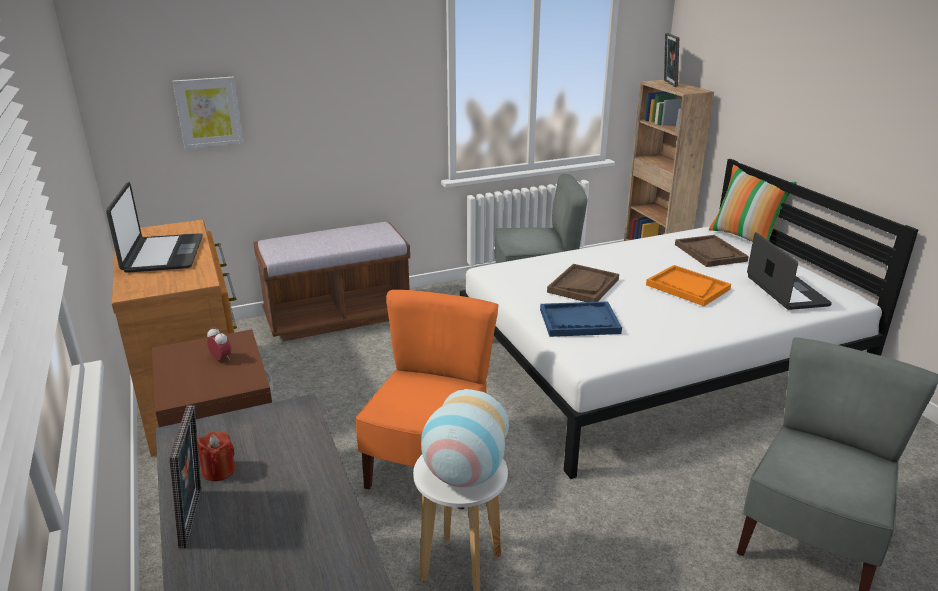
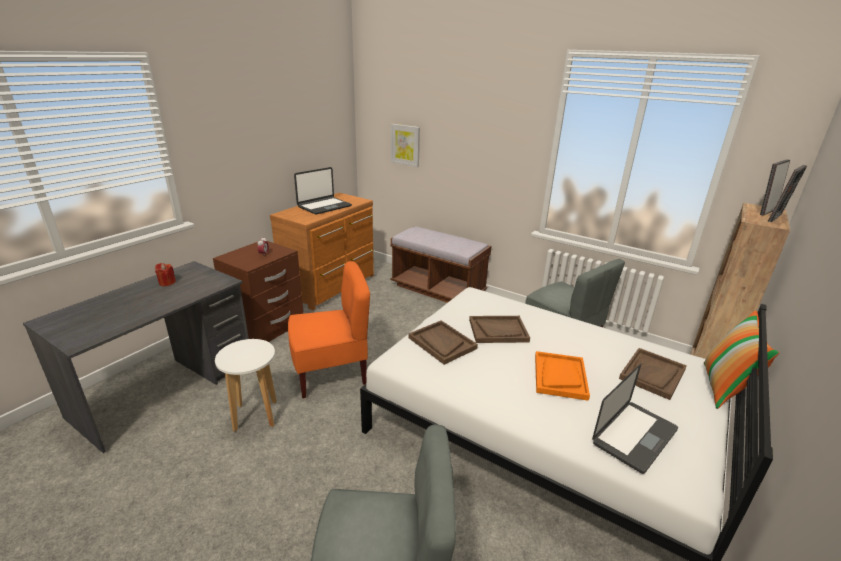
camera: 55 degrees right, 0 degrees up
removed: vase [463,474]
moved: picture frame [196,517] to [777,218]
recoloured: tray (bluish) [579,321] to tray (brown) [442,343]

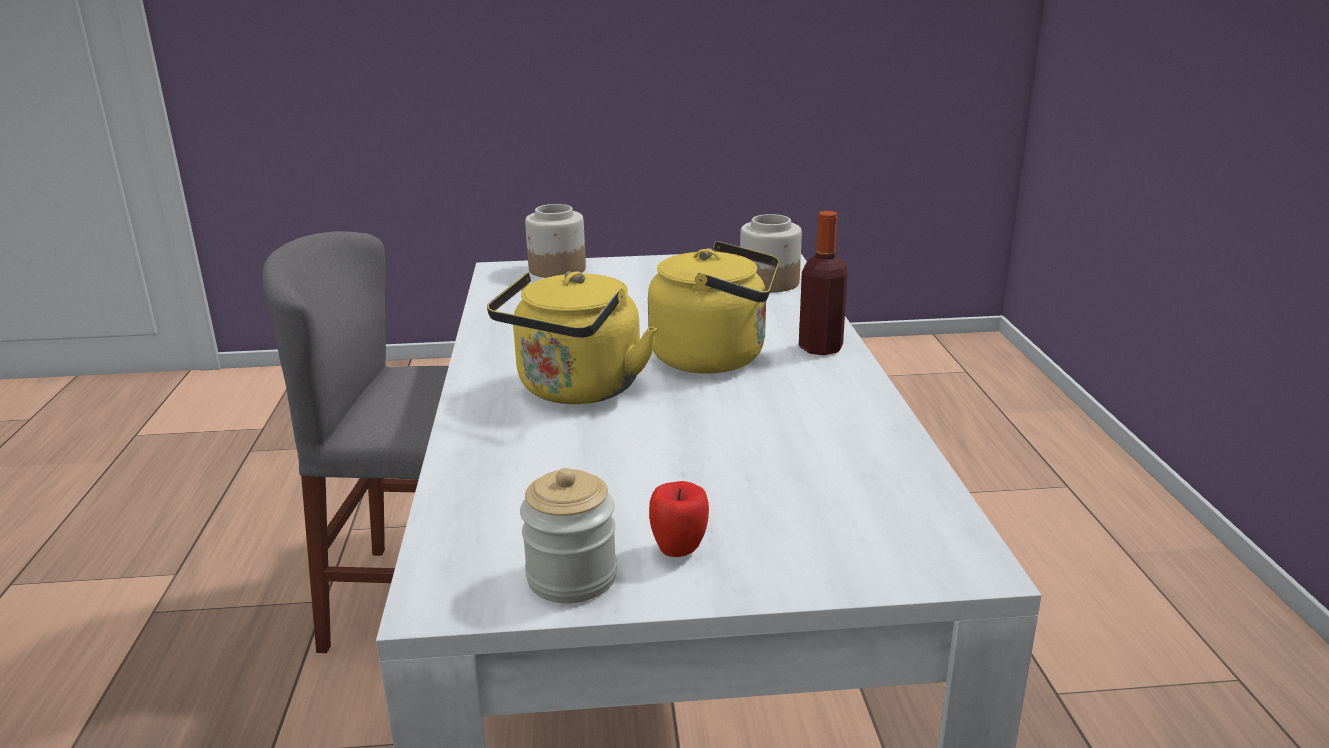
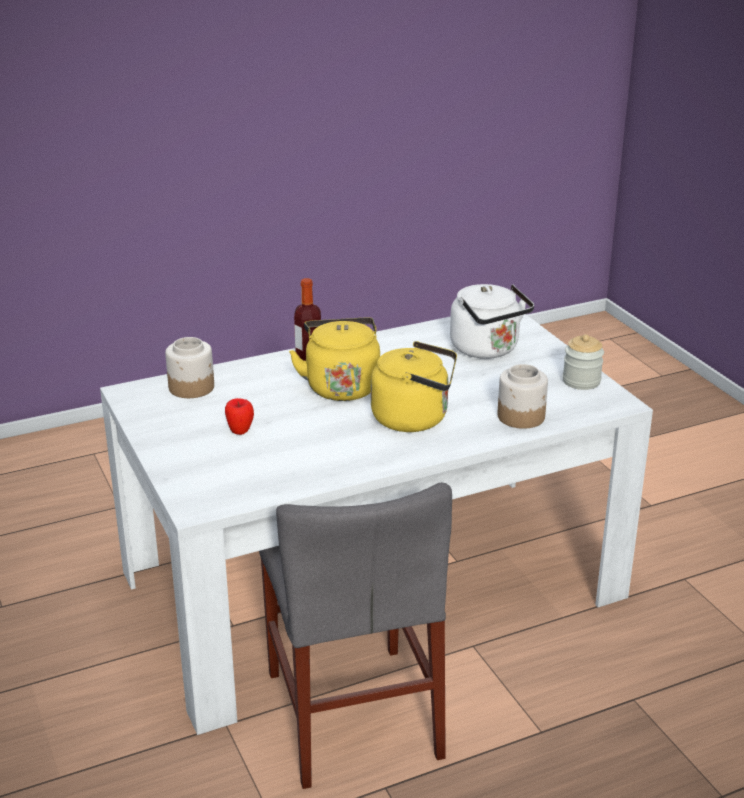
camera: 110 degrees left, 5 degrees up
added: kettle (whitish) [487,350]
moved: jar [557,269] to [521,417]; apple fruit [679,551] to [240,431]

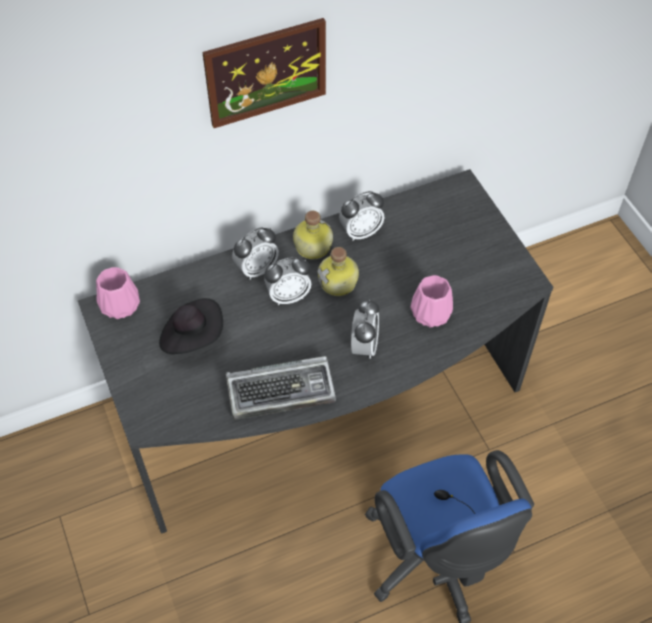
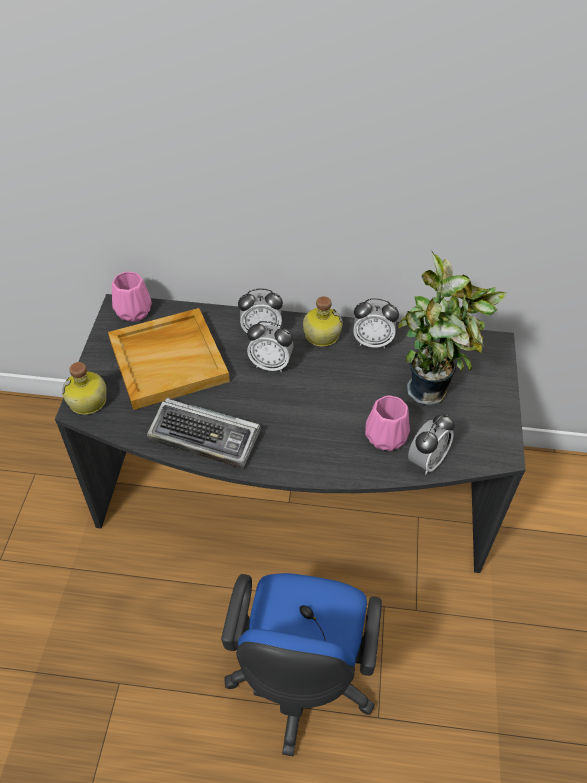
camera: 30 degrees right, 5 degrees down
removed: wall art [266,72]
added: potted plant [432,391]
moved: beverage bottle [339,283] to [88,402]; bedside clock [364,346] to [427,461]
replaced: wearable hat (black) [193,336] to tray (sand-coloured) [169,360]

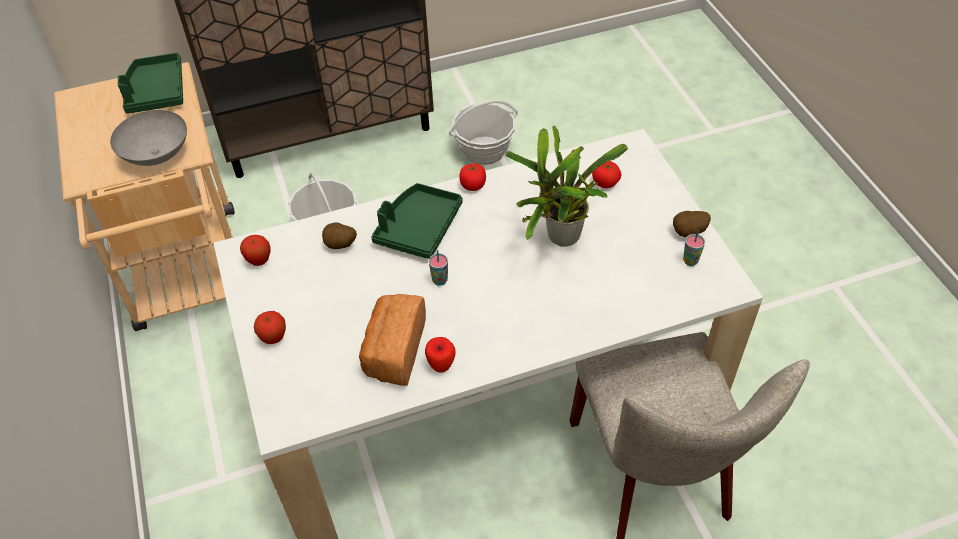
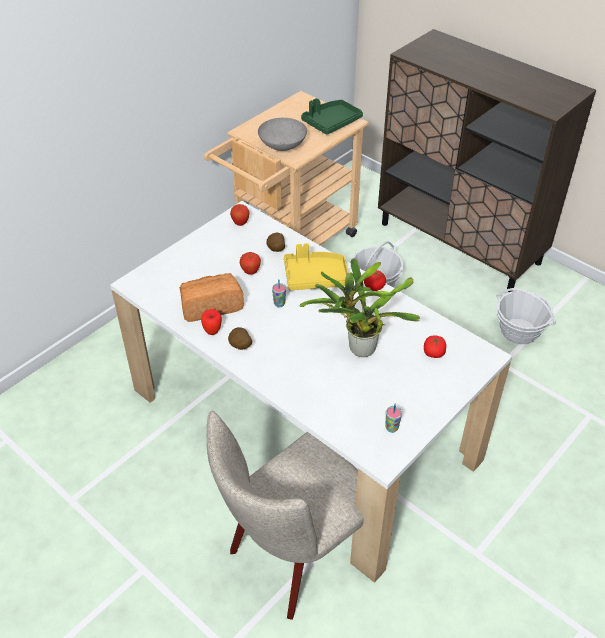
camera: 60 degrees right, 5 degrees down
moved: apple fruit [273,338] to [250,272]; potato [689,233] to [240,347]
recoloured: tray (green) [418,228] to tray (yellowish) [315,277]

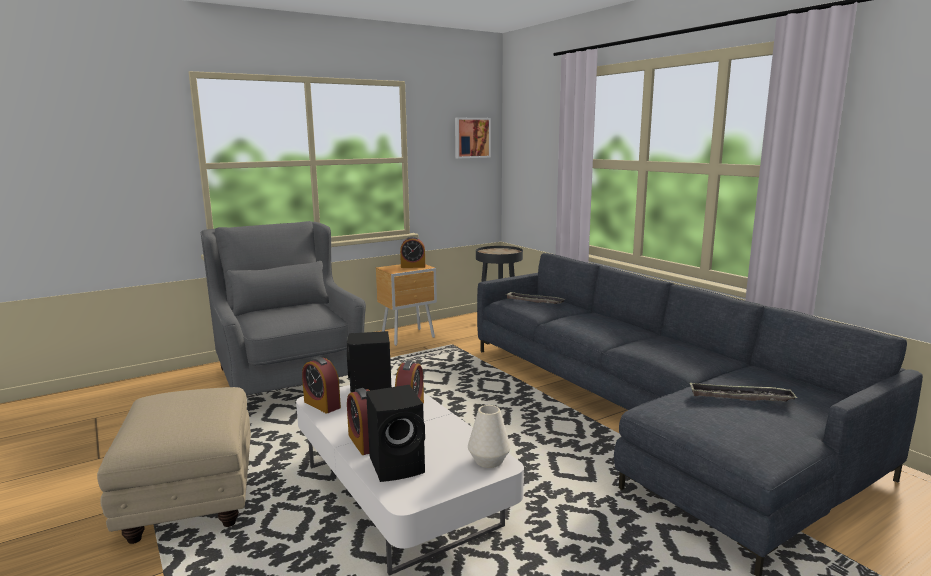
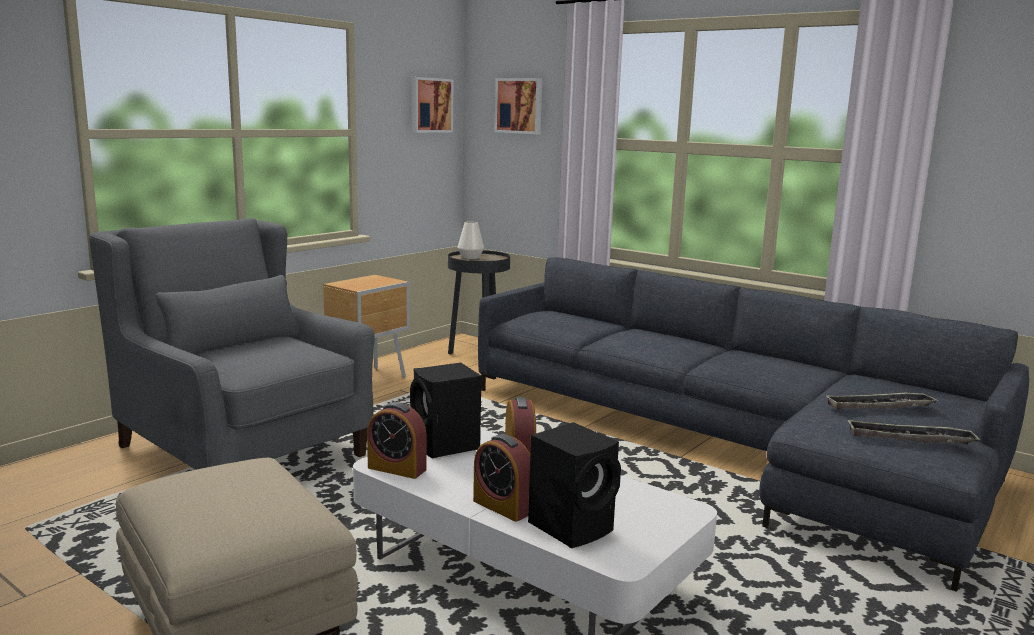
camera: 20 degrees left, 0 degrees up
removed: bedside clock [413,266]
added: wall art [519,106]
moved: vase (whitish) [488,461] to [470,257]; tray [534,301] to [910,439]

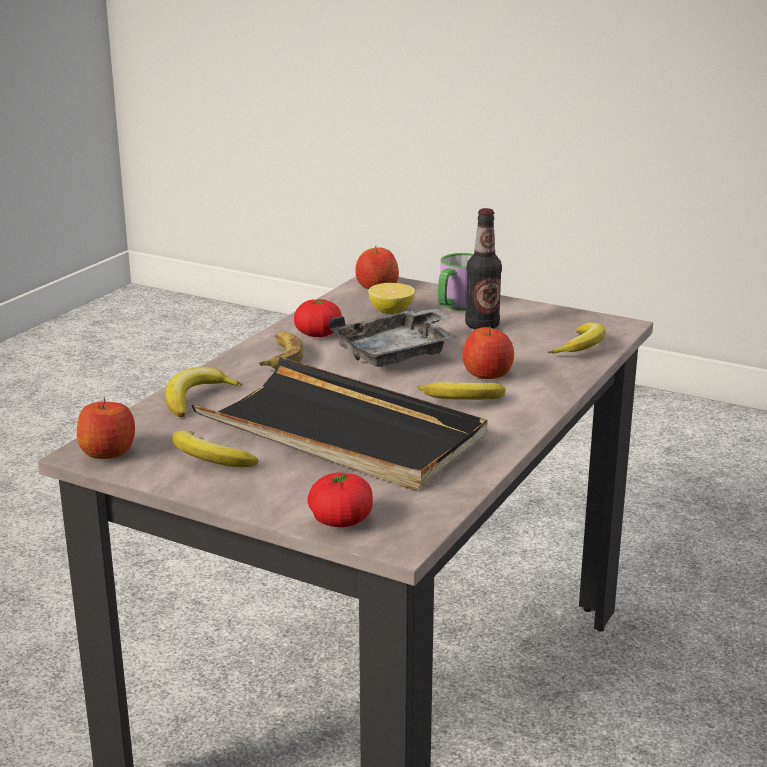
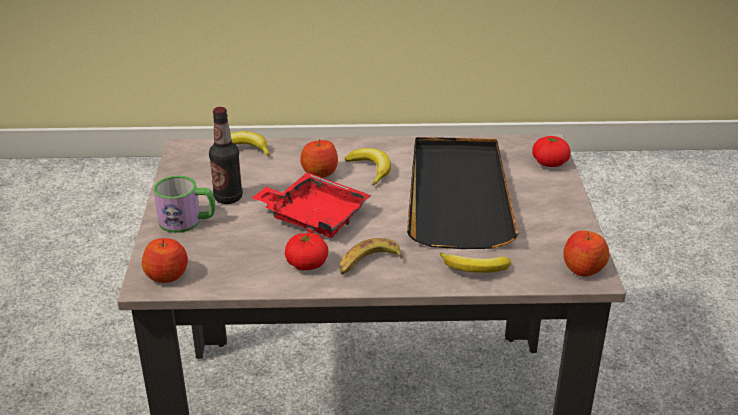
camera: 120 degrees left, 10 degrees up
removed: whole banana [209,459]; lemon [391,311]
recoloured: tray (gray) [397,353] to tray (red-coloured) [314,216]

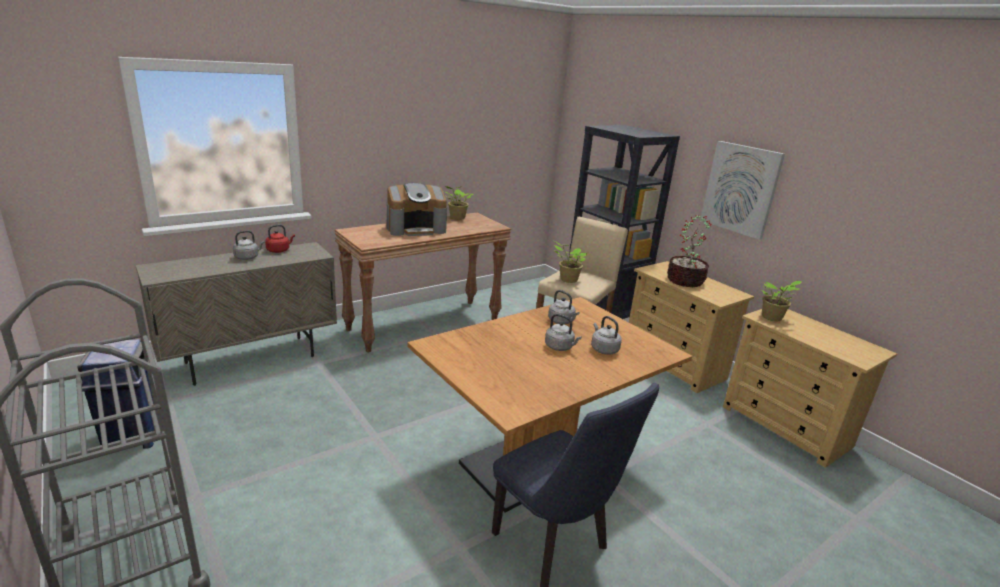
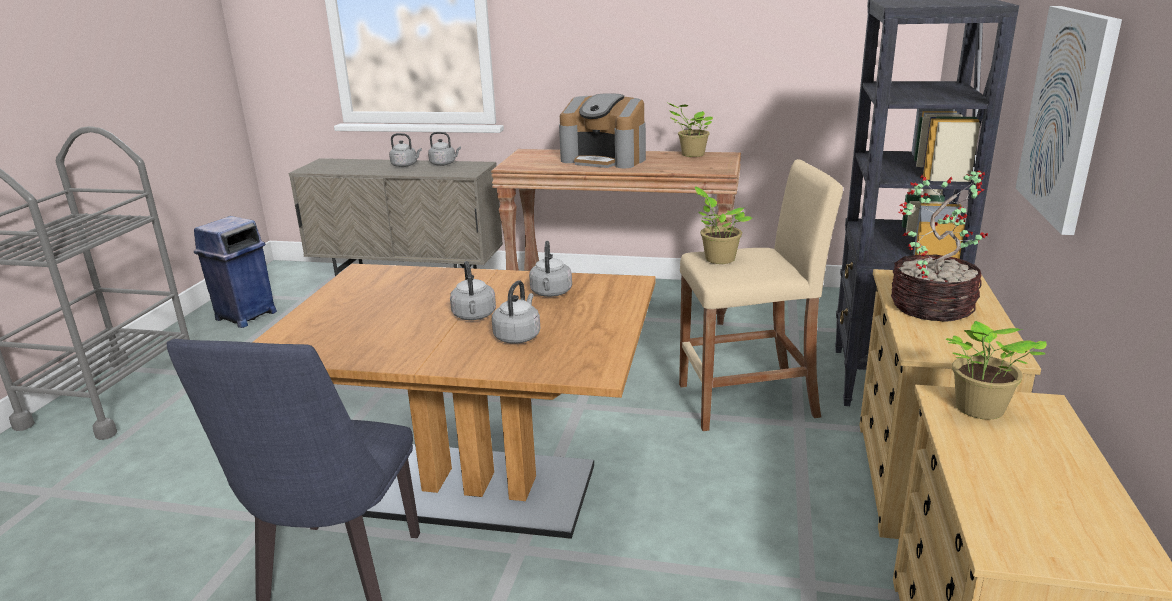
camera: 50 degrees right, 0 degrees up
recoloured: kettle (red-coloured) [279,250] to kettle (gray) [444,164]

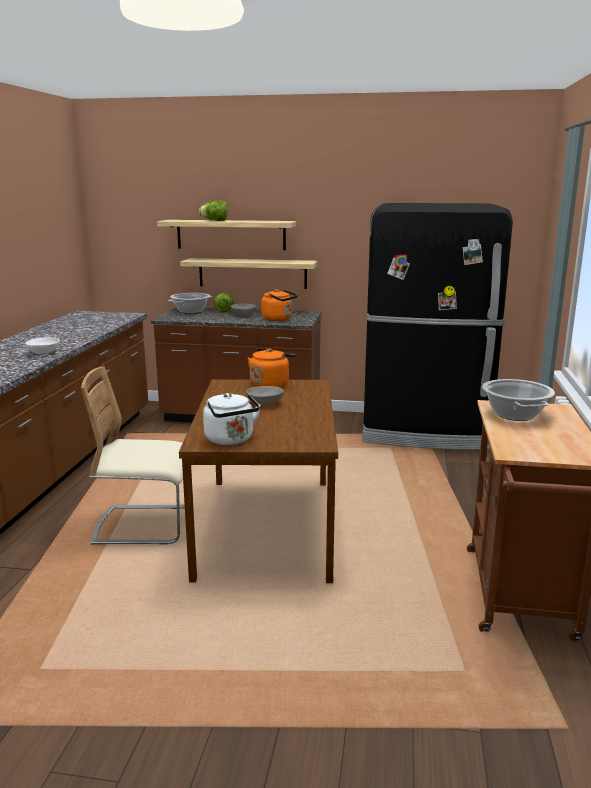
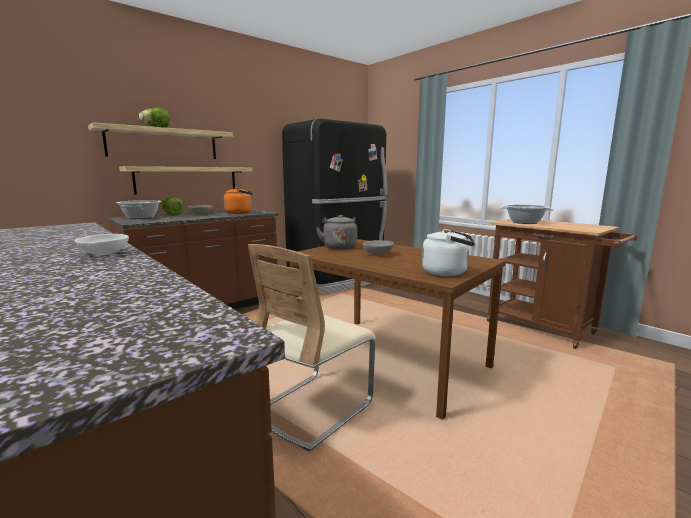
camera: 50 degrees left, 5 degrees down
recoloured: kettle (orangey) [271,385] to kettle (gray) [339,247]

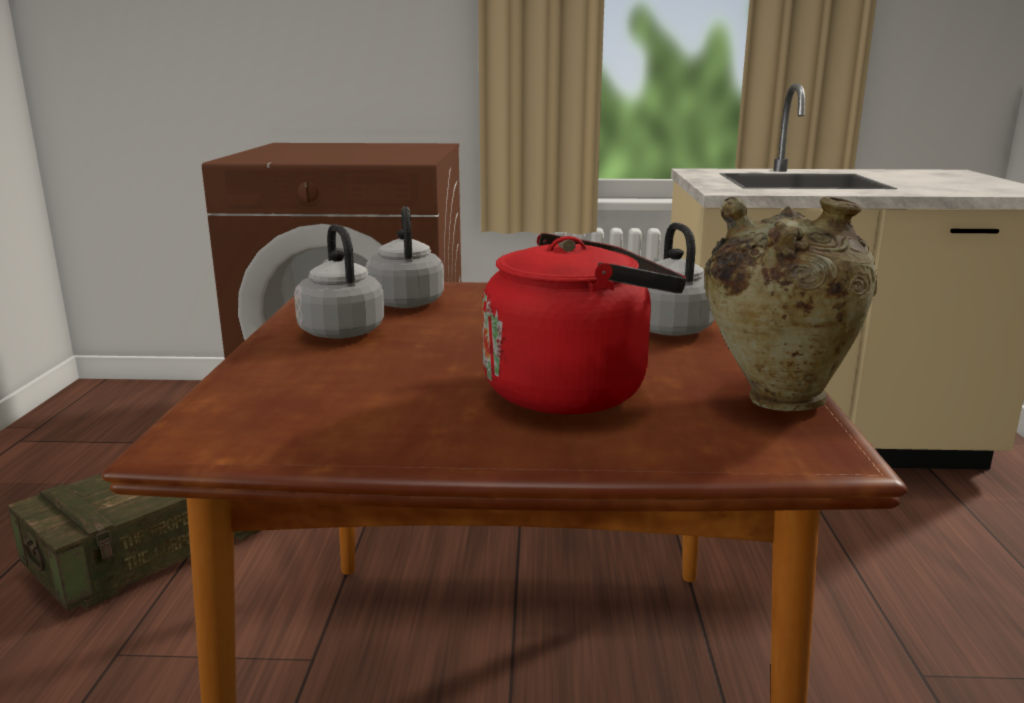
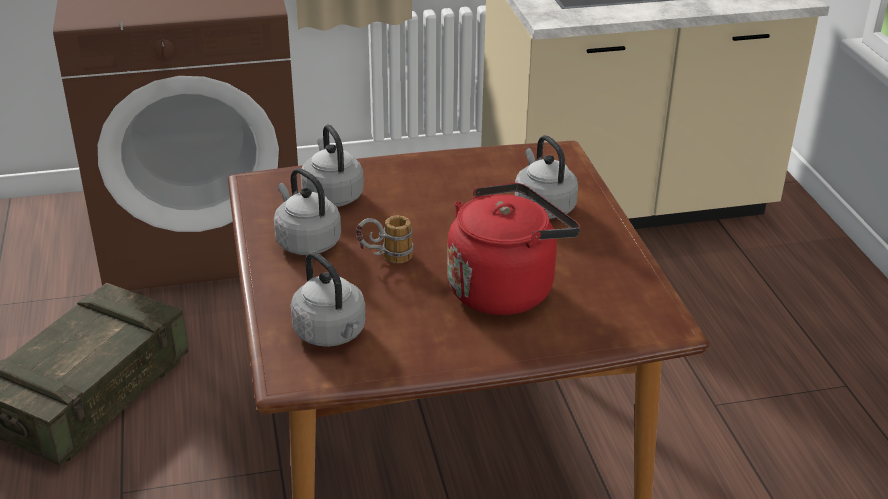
camera: 15 degrees left, 15 degrees up
removed: vase (sand-coloured) [775,398]
added: kettle (gray) [332,334]; mug [385,258]

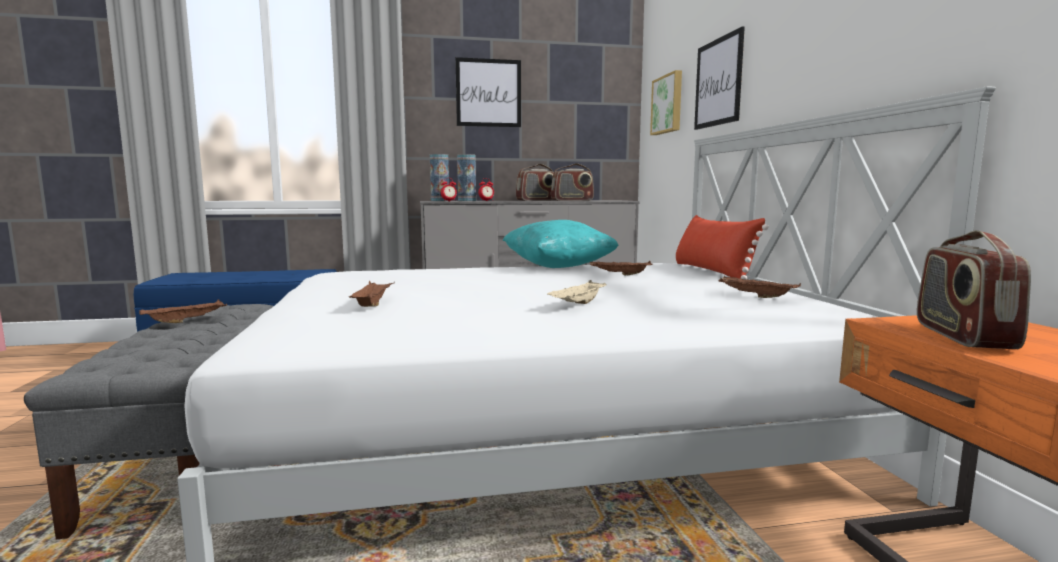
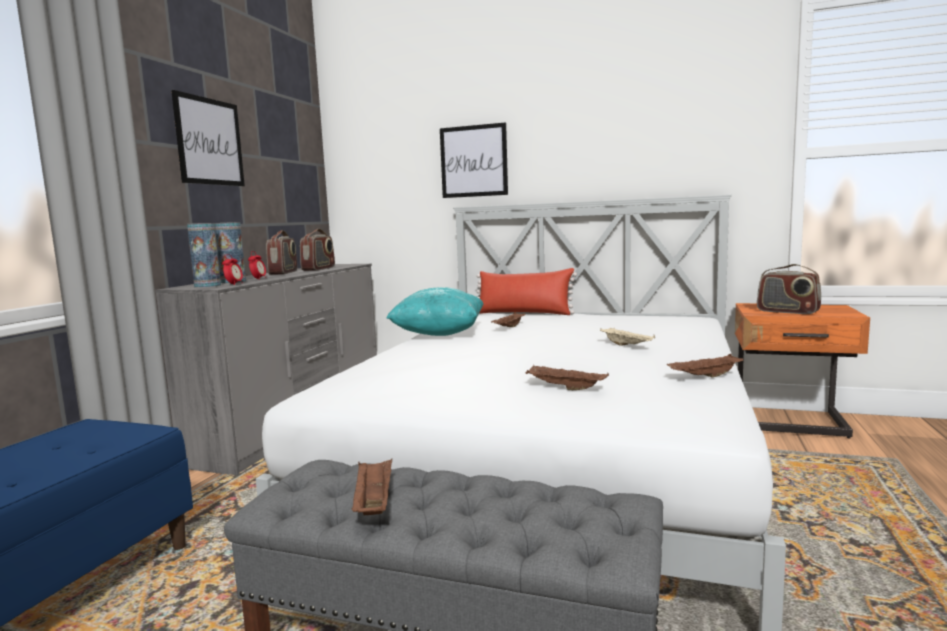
camera: 60 degrees left, 0 degrees up
removed: wall art [668,104]
moved: tray (brown) [755,296] to [705,377]

